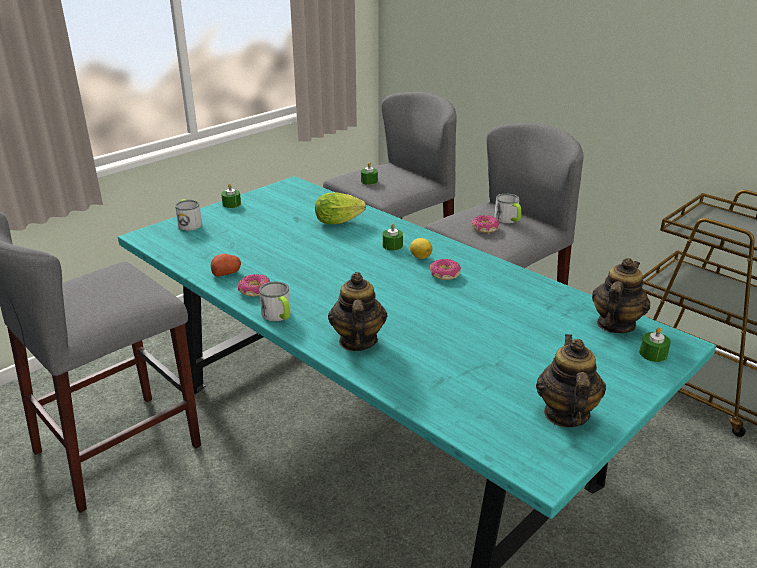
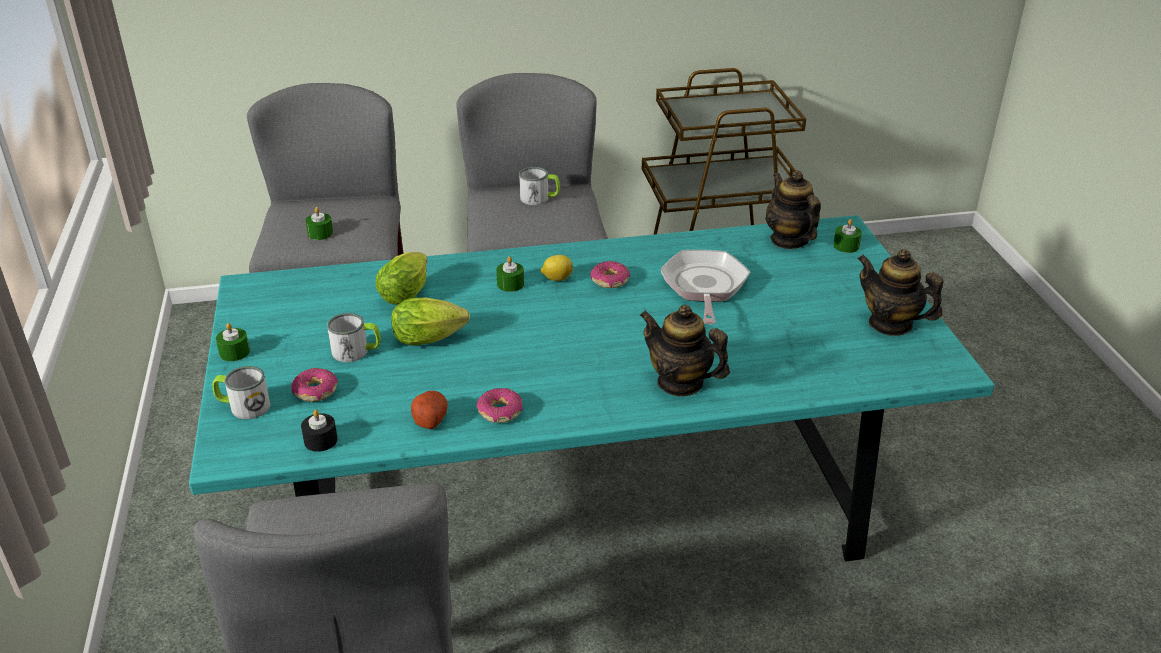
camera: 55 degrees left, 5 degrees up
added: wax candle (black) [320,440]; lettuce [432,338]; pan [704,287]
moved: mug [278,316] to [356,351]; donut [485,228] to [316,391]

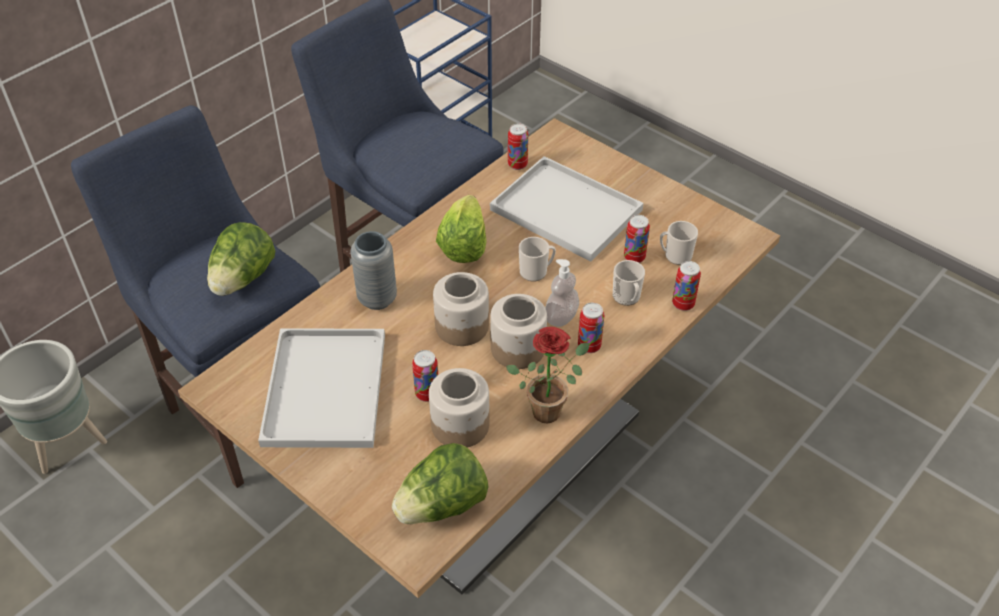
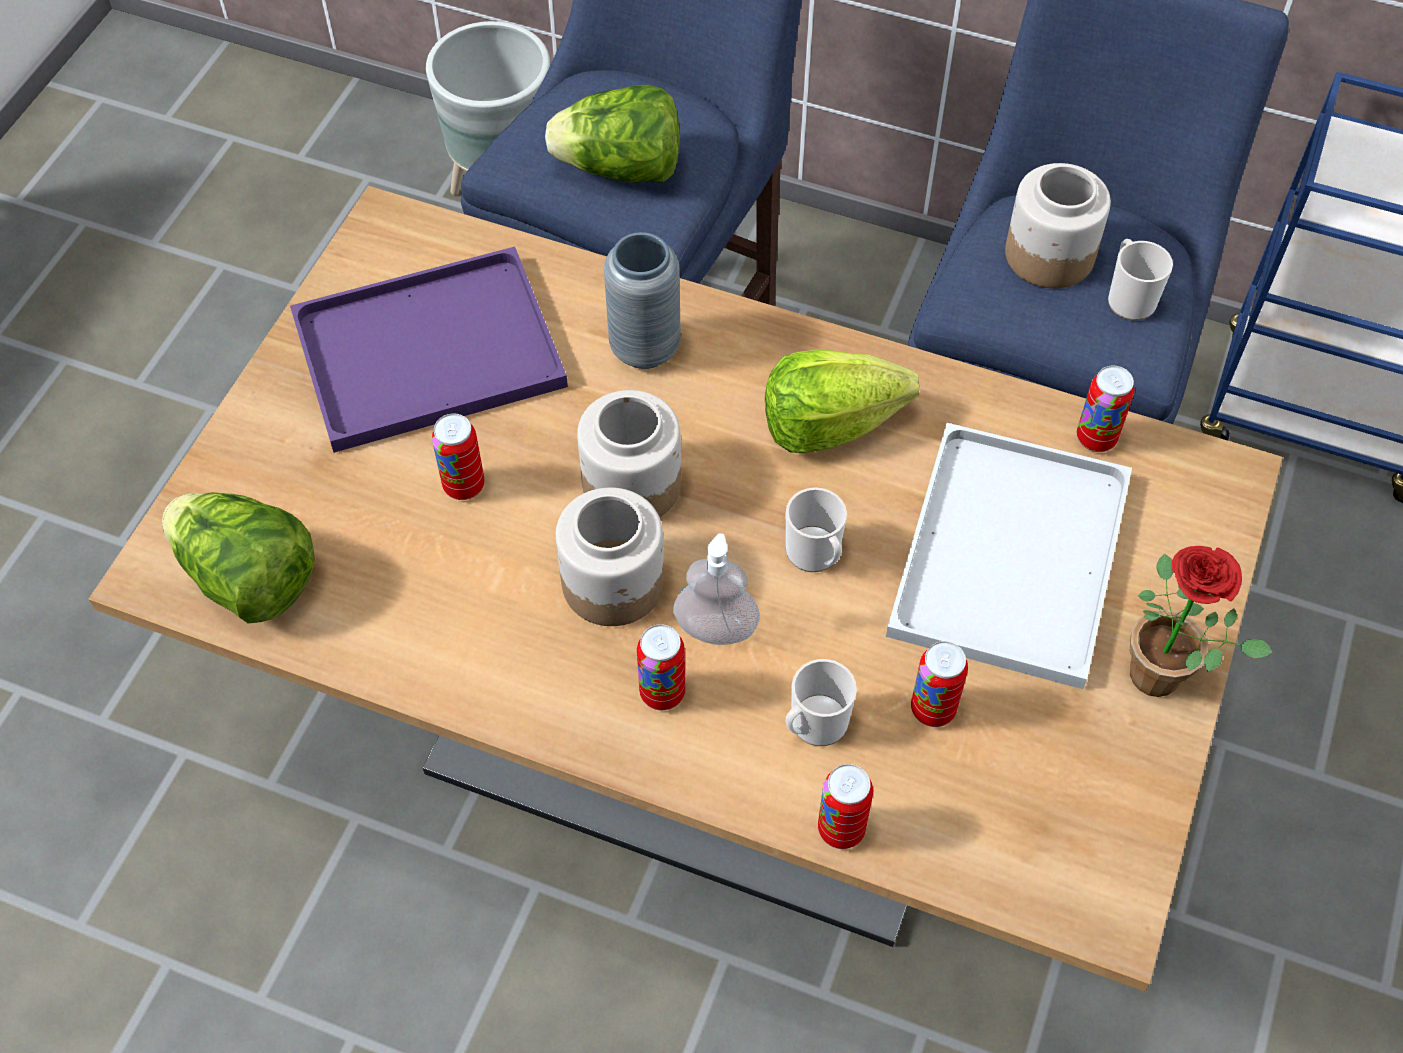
camera: 70 degrees right, 10 degrees up
moved: jar [459,425] to [1048,255]; potted plant [550,408] to [1166,677]; mug [675,256] to [1128,298]
recoloured: tray (whitish) [324,386] to tray (purple-coloured) [433,348]

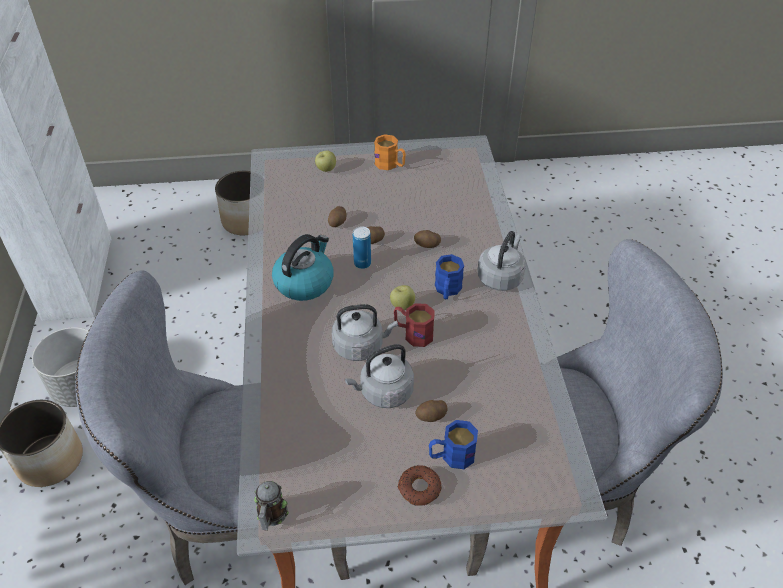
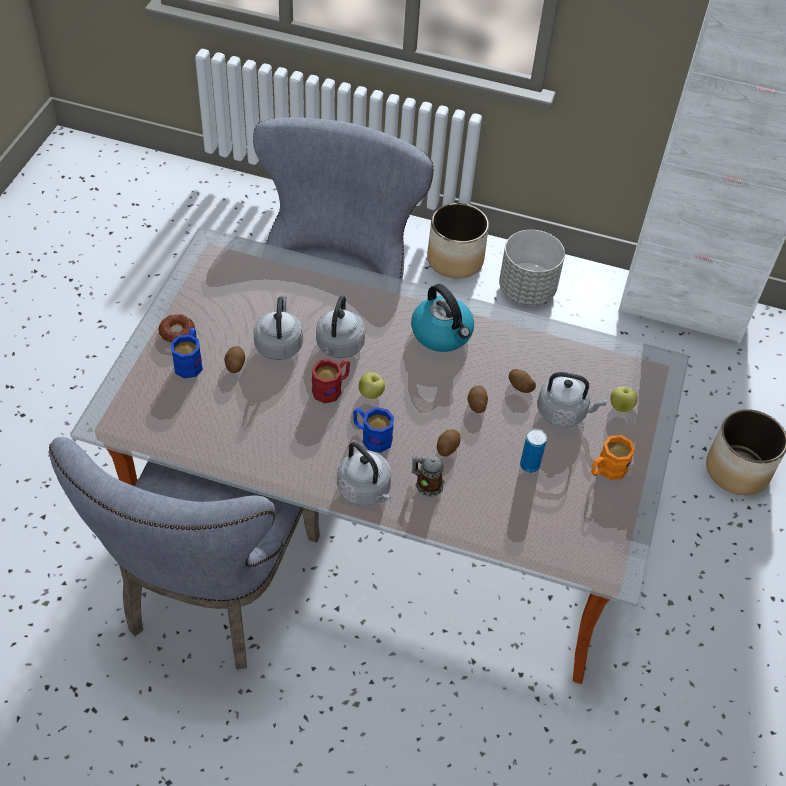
camera: 110 degrees right, 5 degrees up
added: kettle (gray) [564,413]
moved: mug [271,516] to [426,484]; metal can [362,263] to [529,465]

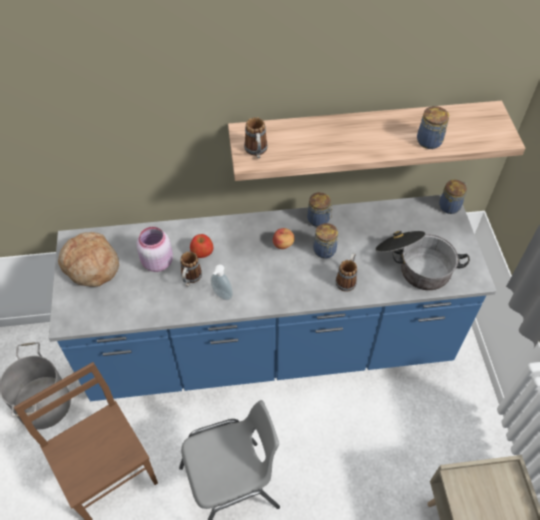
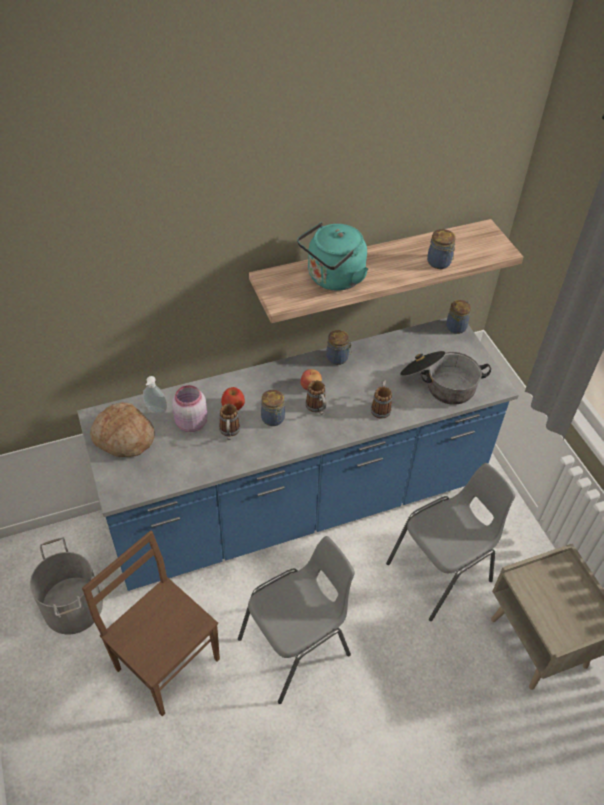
camera: 15 degrees left, 5 degrees down
added: kettle (turquoise) [333,279]; plain chair (gray) [442,572]
moved: soap bottle [221,296] to [155,411]; mug [256,152] to [317,408]; jar [324,251] to [273,419]

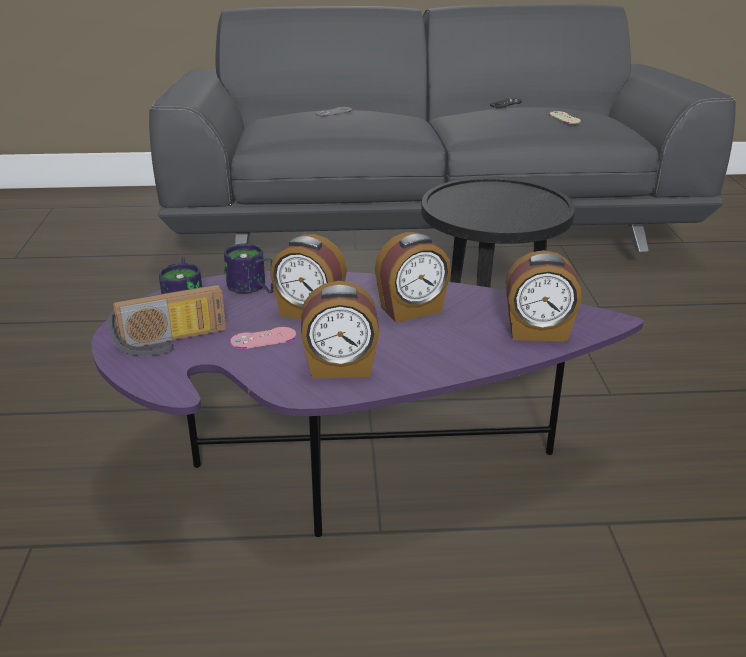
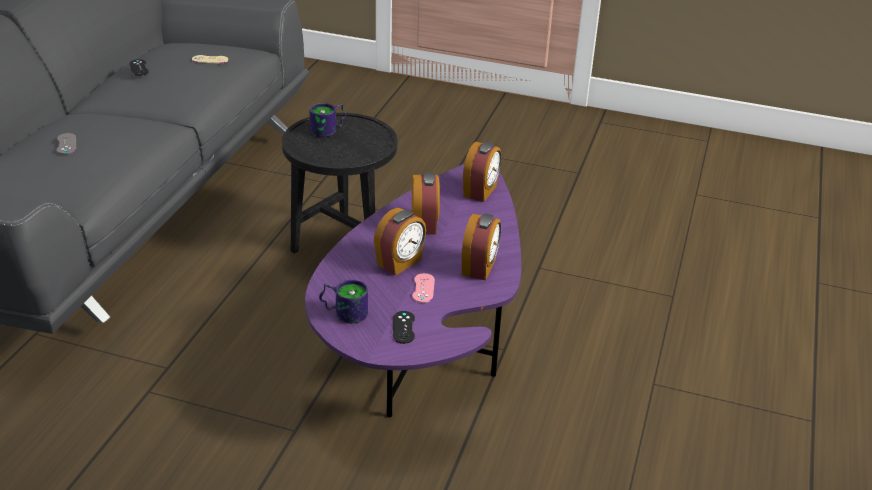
camera: 70 degrees left, 5 degrees up
moved: mug [252,289] to [329,130]
replaced: radio [171,342] to game controller (black) [403,327]

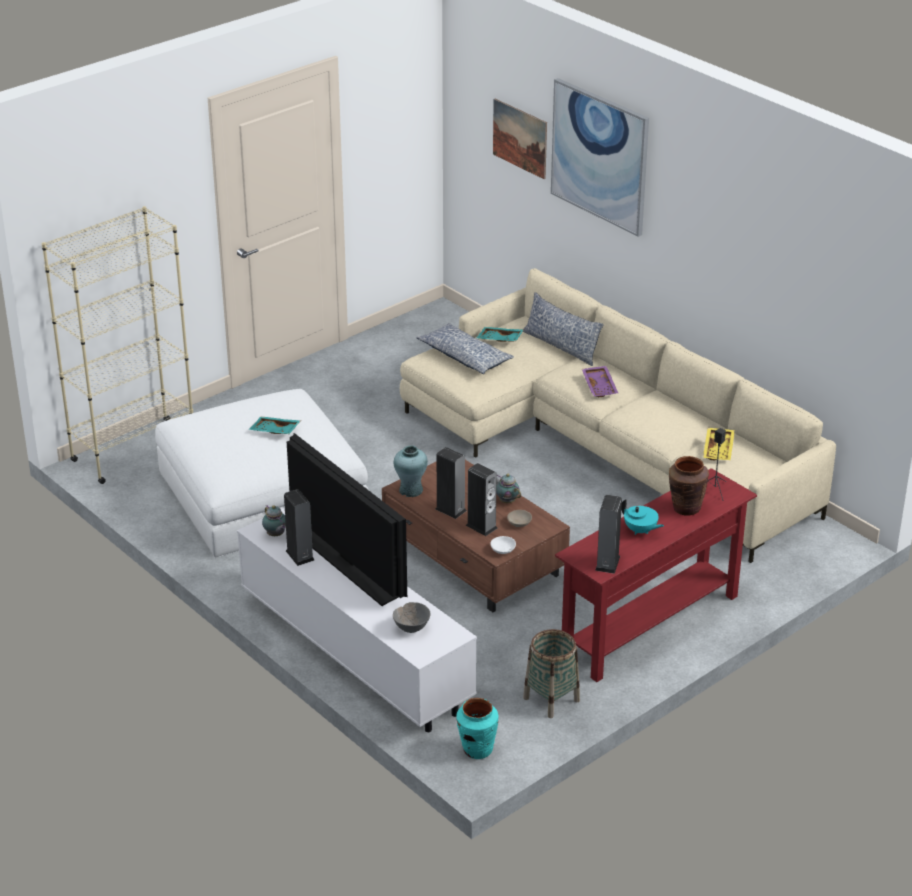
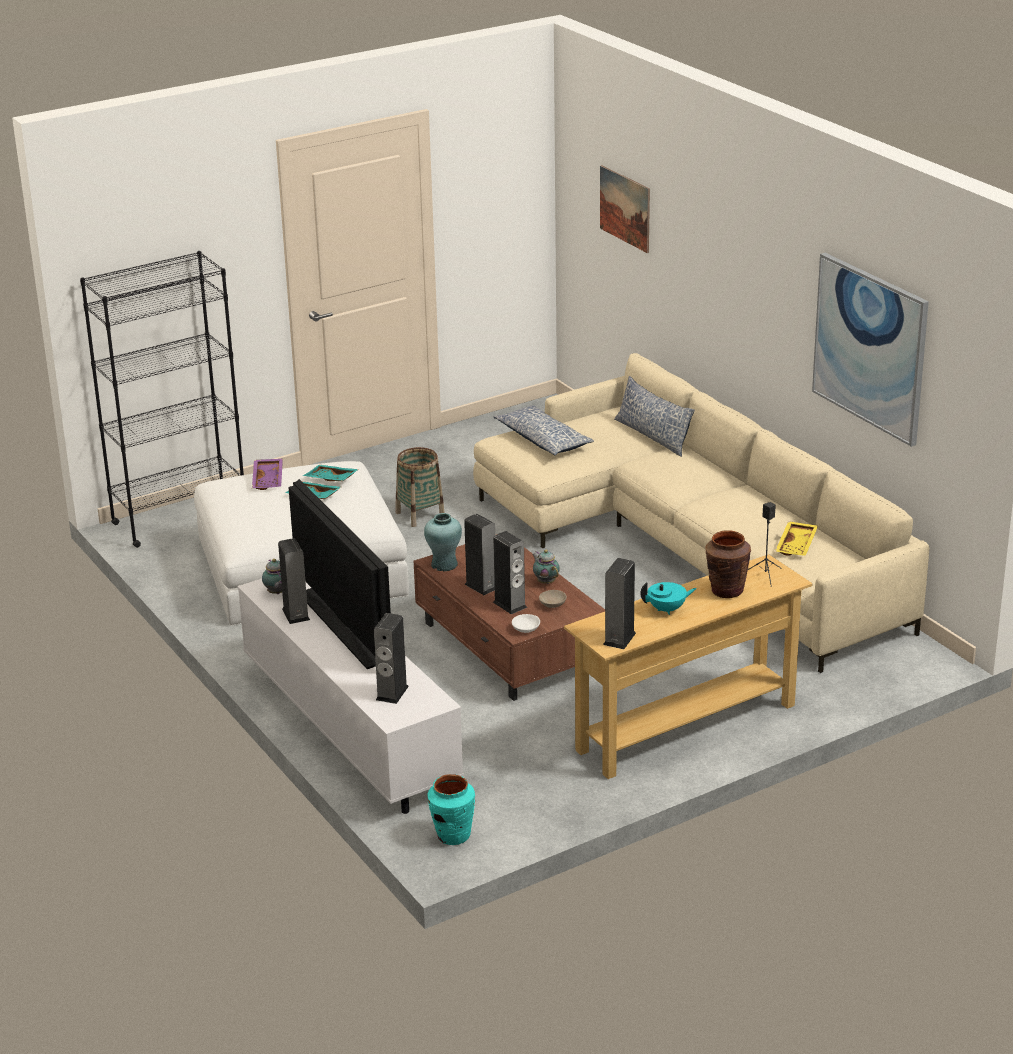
camera: 10 degrees right, 5 degrees down
moved: tray (turquoise) [499,340] to [330,479]; household basket [551,699] to [420,515]; wall art [600,156] to [870,347]; tray (purple-coloured) [600,386] to [269,479]
replaced: serving bowl (gray) [411,628] to loudspeaker [392,693]
recoloured: bookcase (sand-coloured) [134,451] to bookcase (black) [180,519]; hall table (red-coloured) [651,626] to hall table (sand-coloured) [687,728]
turned: pot for tea (turquoise) [640,530] = [667,609] 60 degrees counterclockwise

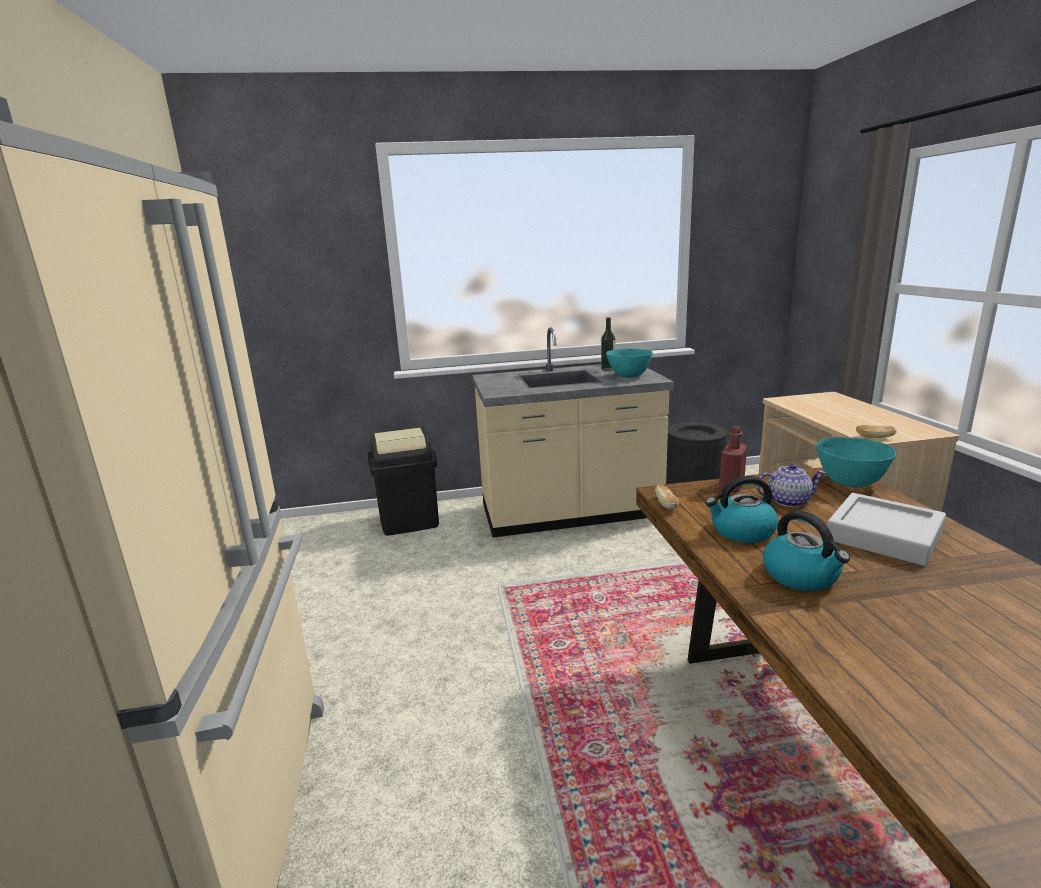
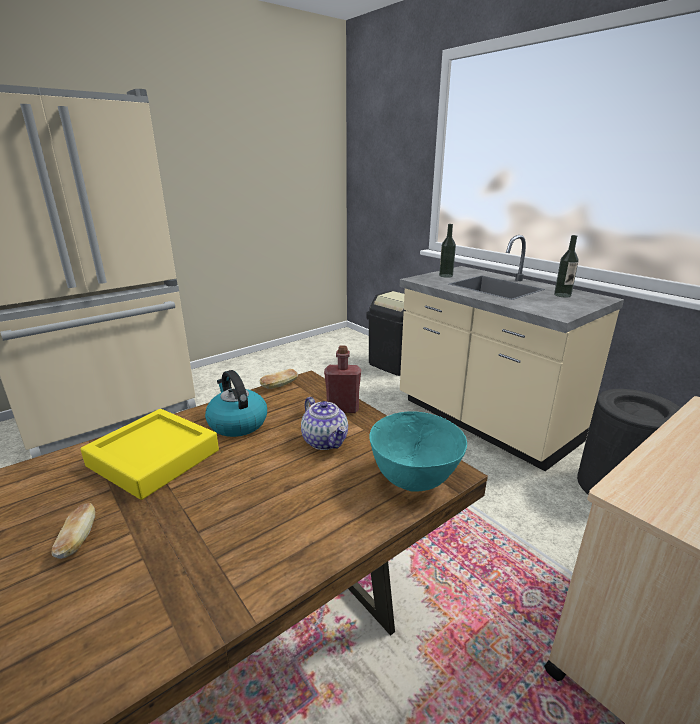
camera: 60 degrees right, 5 degrees up
removed: serving bowl (turquoise) [629,376]; tray (gray) [883,535]
added: beverage bottle [446,275]
moved: bakery bread [874,437] to [77,540]
replaced: kettle [801,576] to tray (yellowish) [154,458]

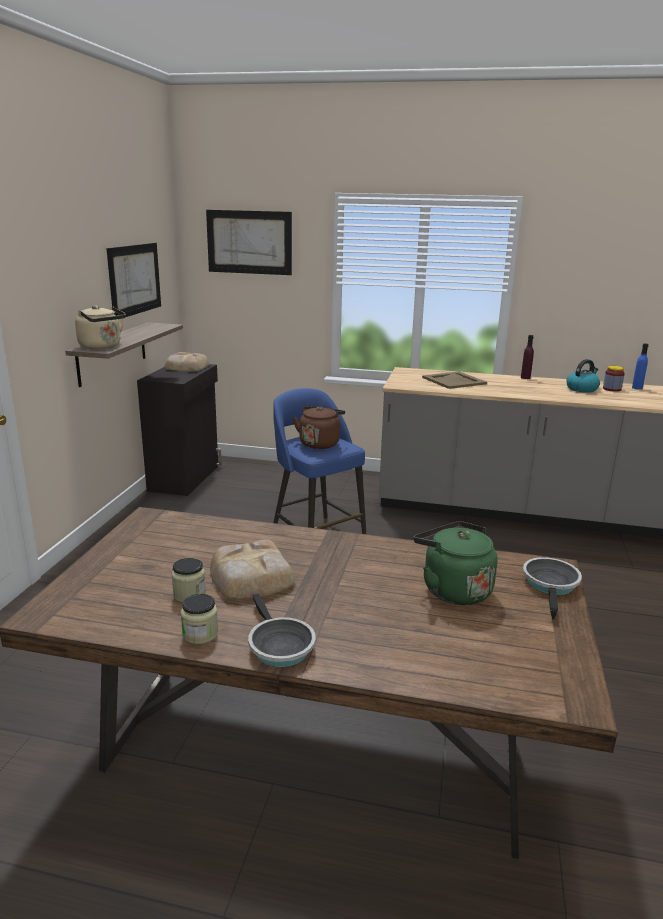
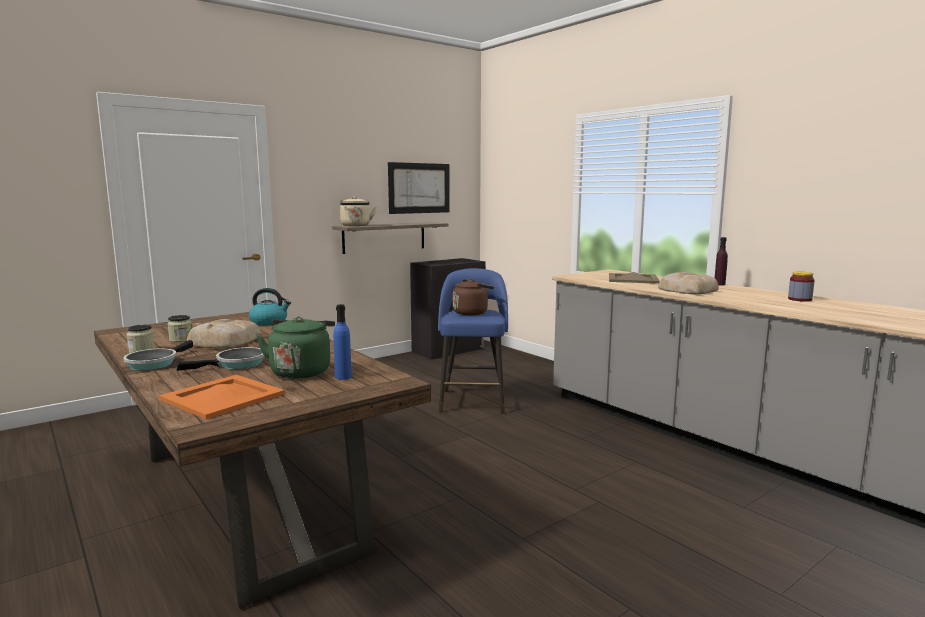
camera: 40 degrees right, 10 degrees down
removed: wall art [249,242]
added: tray (orangey) [221,397]
moved: bakery bread [186,367] to [687,290]; pan [551,585] to [236,364]; kettle [582,389] to [269,322]; beverage bottle (bluish) [637,388] to [343,377]

